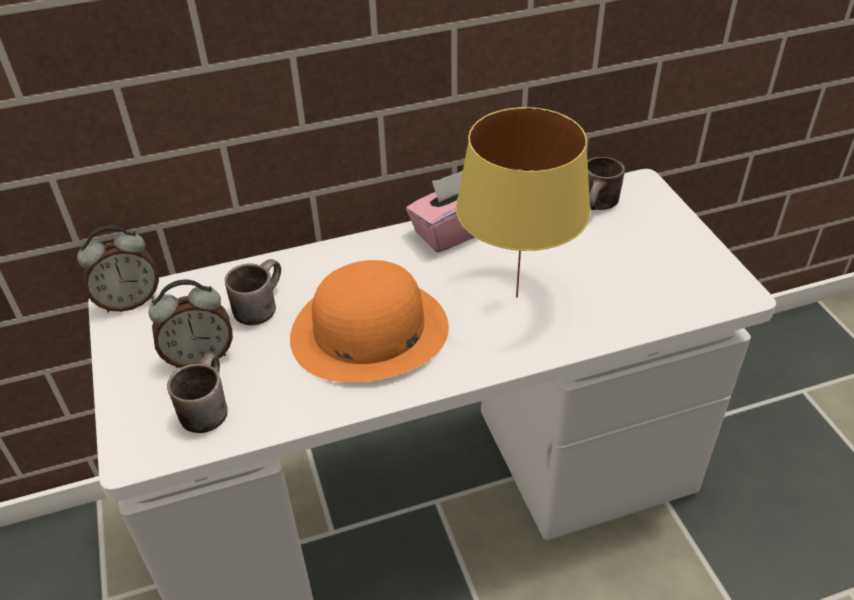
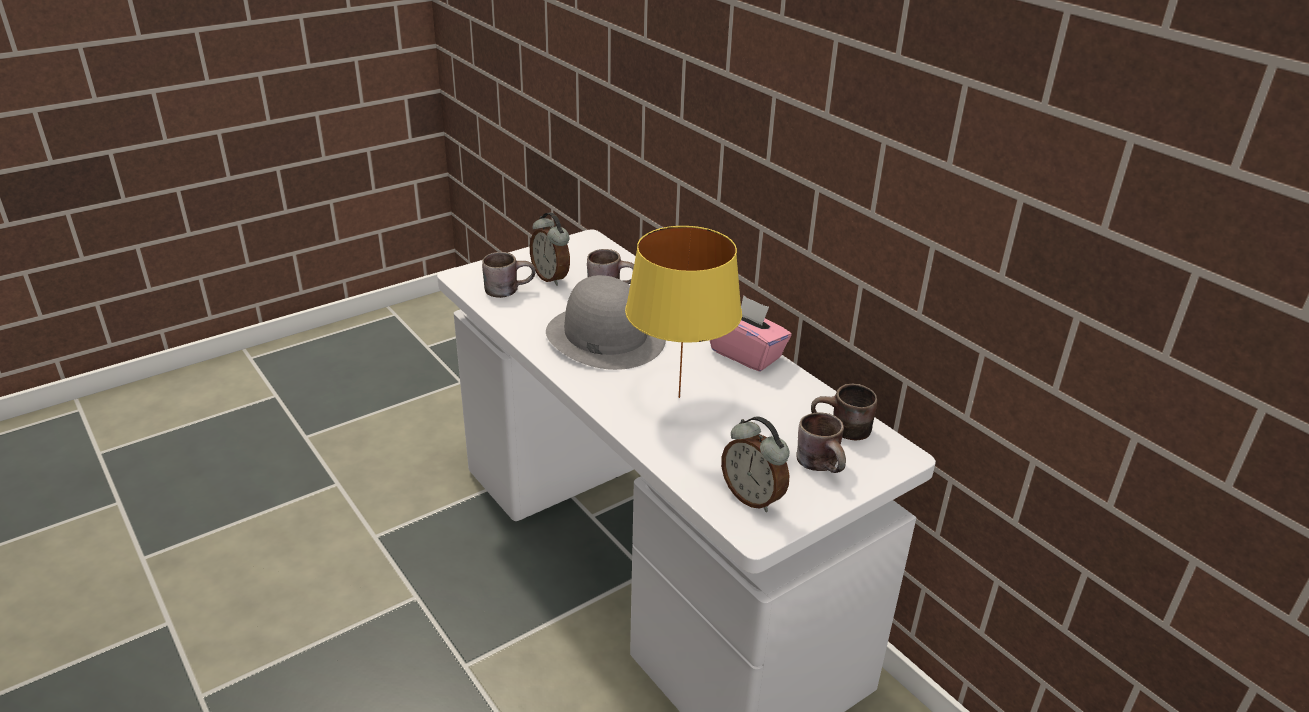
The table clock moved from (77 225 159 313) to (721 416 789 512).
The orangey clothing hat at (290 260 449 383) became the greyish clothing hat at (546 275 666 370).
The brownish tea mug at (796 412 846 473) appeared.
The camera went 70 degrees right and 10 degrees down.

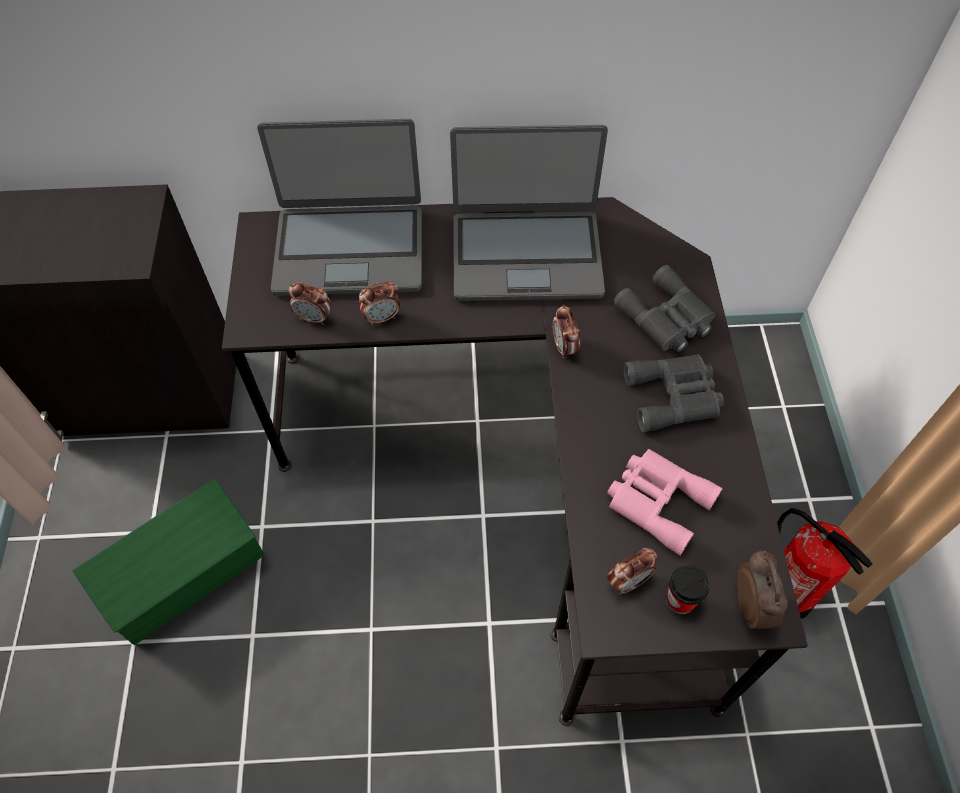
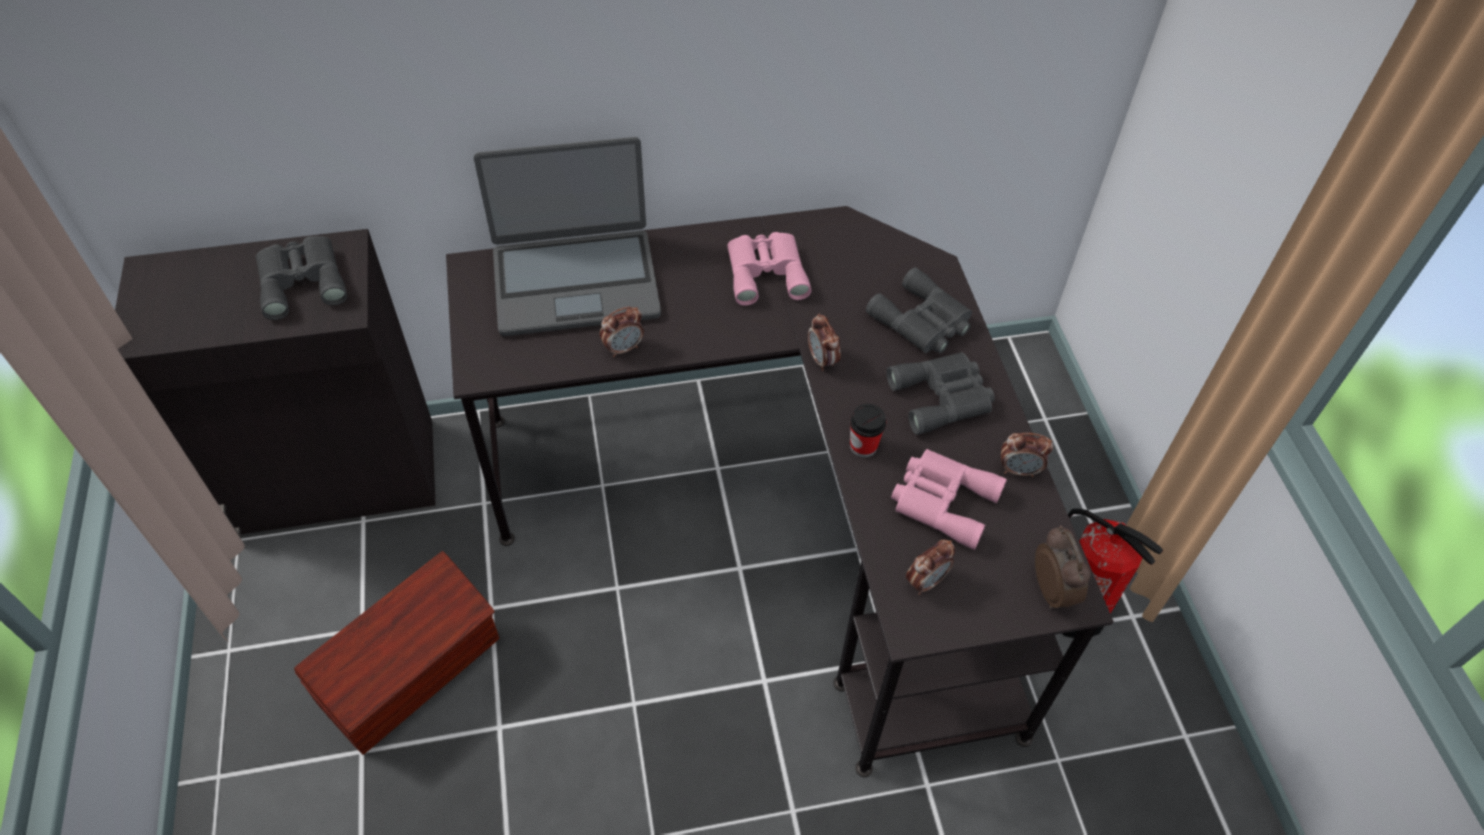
The notebook computer at (450 125 608 301) was replaced by the pink-coloured pair of binoculars at (727 232 811 306).
The table clock moved from (289 282 331 325) to (1001 433 1053 477).
The green-coloured storage container at (72 479 264 645) became the brownish storage container at (294 551 499 755).
The drinking cup moved from (666 565 709 614) to (850 404 886 458).
The greyish pair of binoculars at (256 236 347 320) appeared.
The camera went 10 degrees left and 5 degrees down.

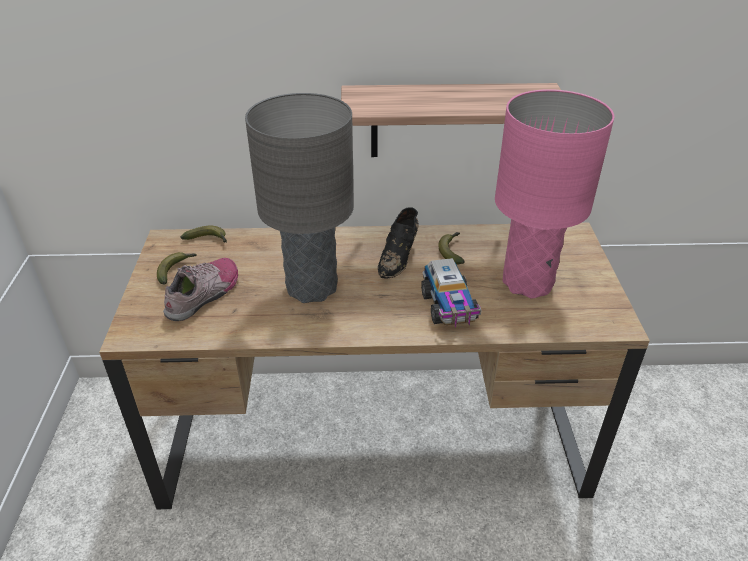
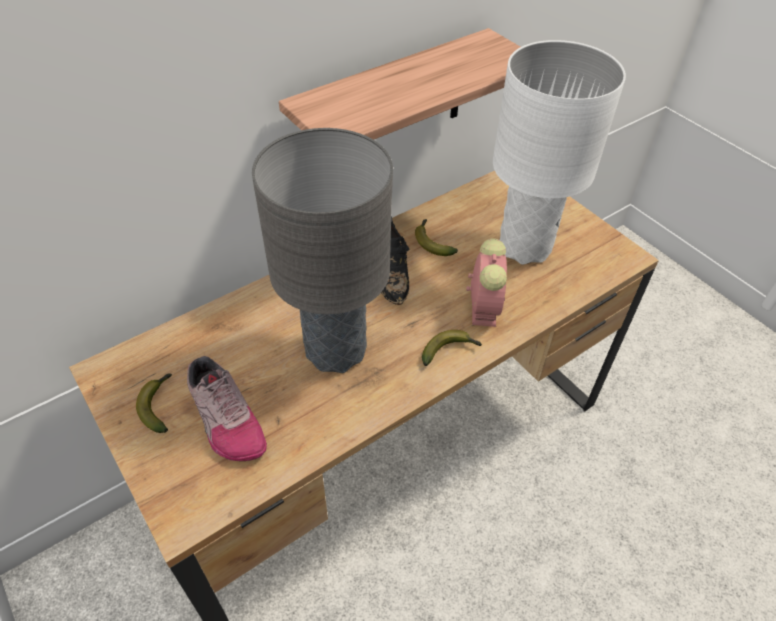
The pink-coloured lamp for a table at (495 89 614 299) became the whitish lamp for a table at (493 40 626 265).
The banana moved from (181 226 227 242) to (422 330 482 366).
The low shoe at (163 258 238 321) turned 150 degrees clockwise.
The toy truck at (421 258 482 327) was replaced by the table clock at (466 238 507 327).
The camera went 35 degrees left and 10 degrees up.

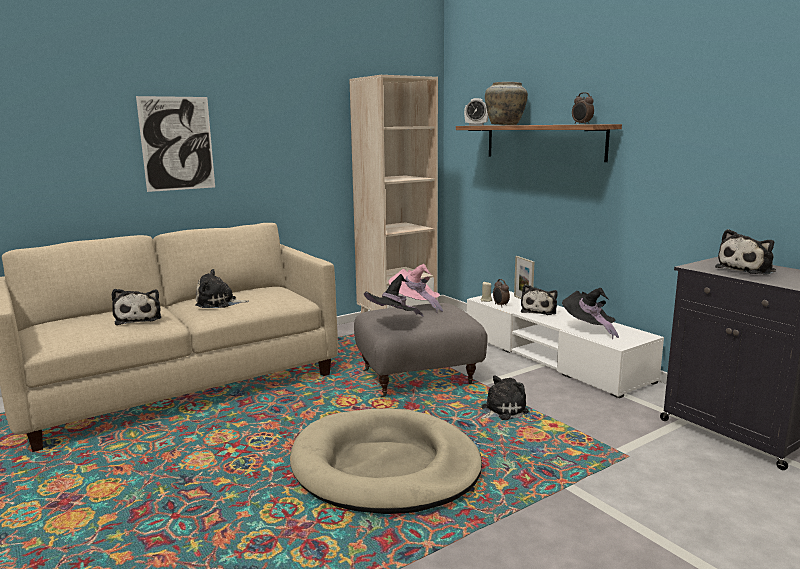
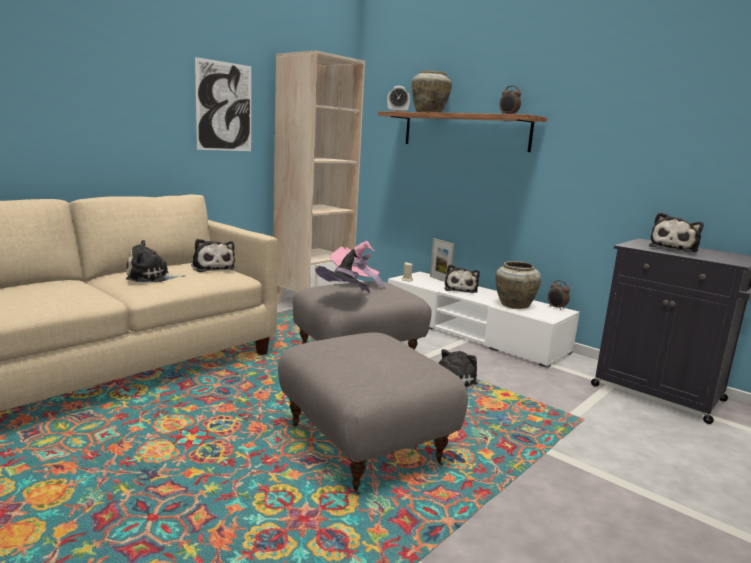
The picture moved from (136 96 215 192) to (195 57 251 151).
The table clock moved from (493 279 510 306) to (548 280 570 310).
The black clothing hat at (562 288 619 339) was replaced by the sand-coloured flower vase at (495 261 541 309).
The plush toy moved from (112 289 161 325) to (191 239 235 272).
The sand-coloured pet bed at (290 408 482 514) was replaced by the greyish pouffe at (278 333 468 495).
The camera went 15 degrees left and 0 degrees up.

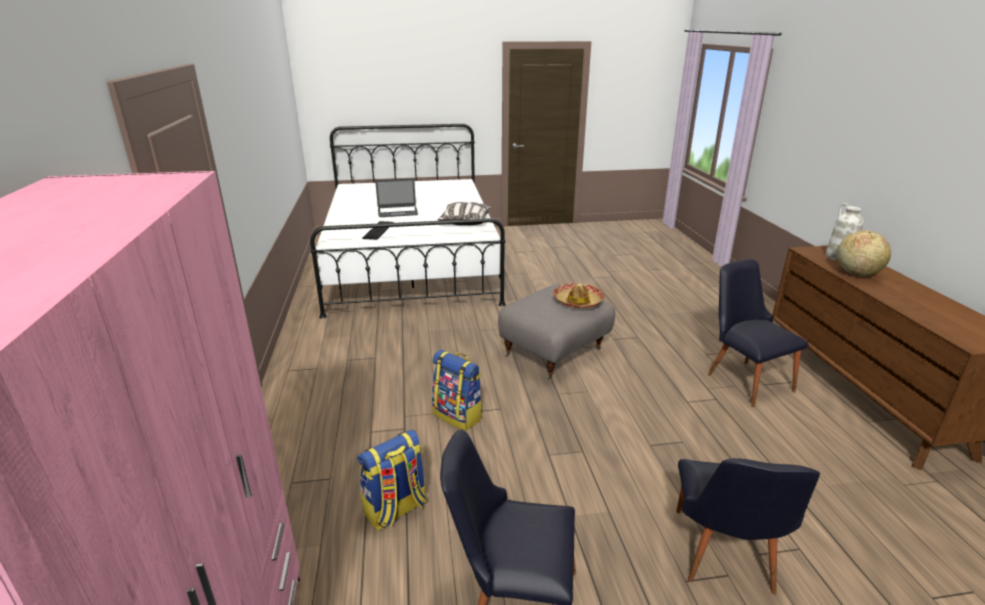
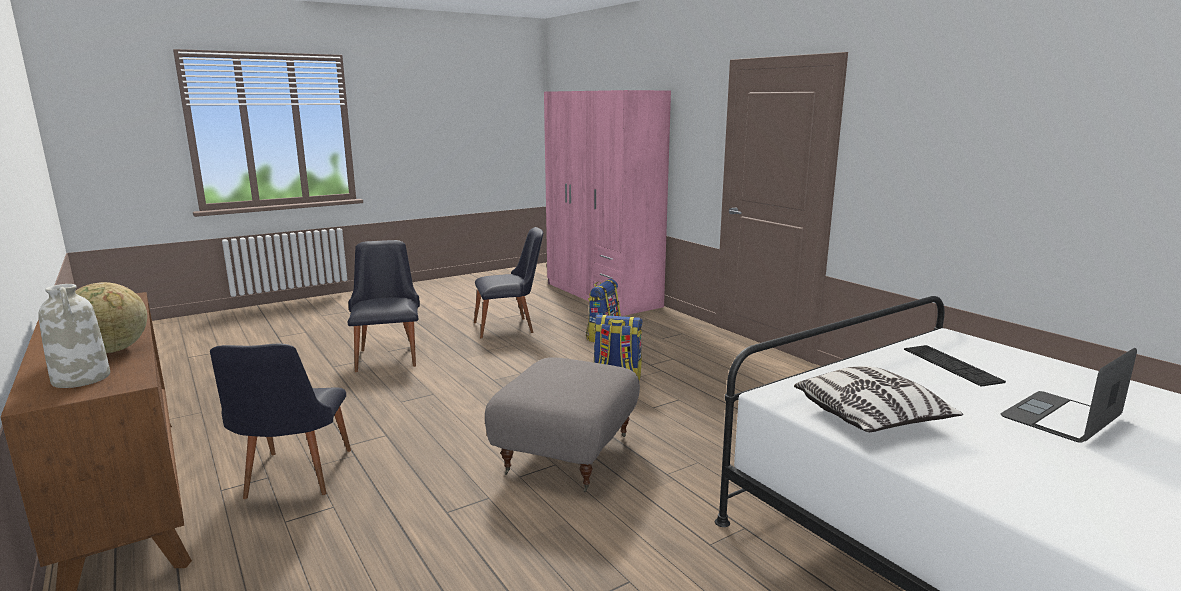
The black chair at (708 259 808 407) turned 45 degrees clockwise.
The clothing hat at (553 283 605 308) disappeared.
The camera went 155 degrees right and 10 degrees down.

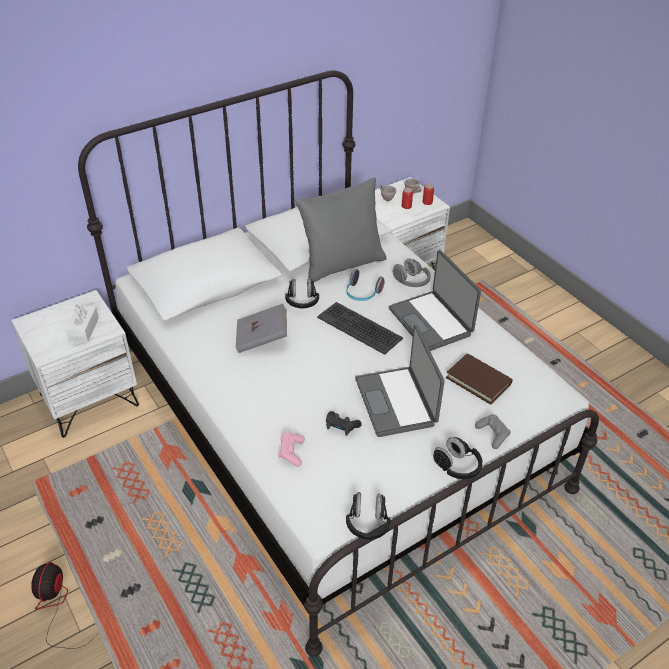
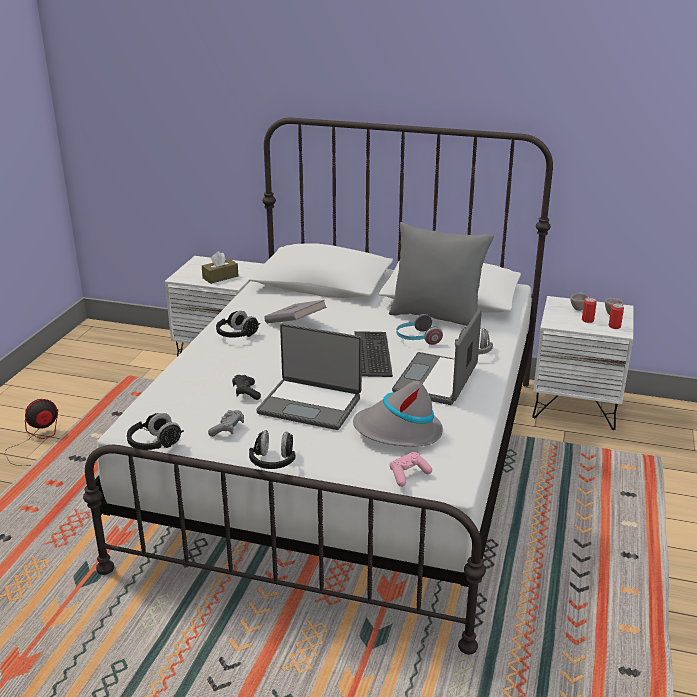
The black headphones moved from (285 279 319 308) to (216 311 261 338).
The whitish box of tissues at (66 304 99 342) became the brownish box of tissues at (202 251 238 284).
The notebook computer at (355 325 444 437) turned 105 degrees counterclockwise.
The brownish volume at (446 353 513 405) was replaced by the greyish clothing hat at (353 381 443 447).
The greyish game controller moved from (475 414 511 449) to (208 410 244 437).
The pink-coloured game controller moved from (278 433 305 467) to (390 452 432 487).
The camera went 50 degrees right and 15 degrees down.

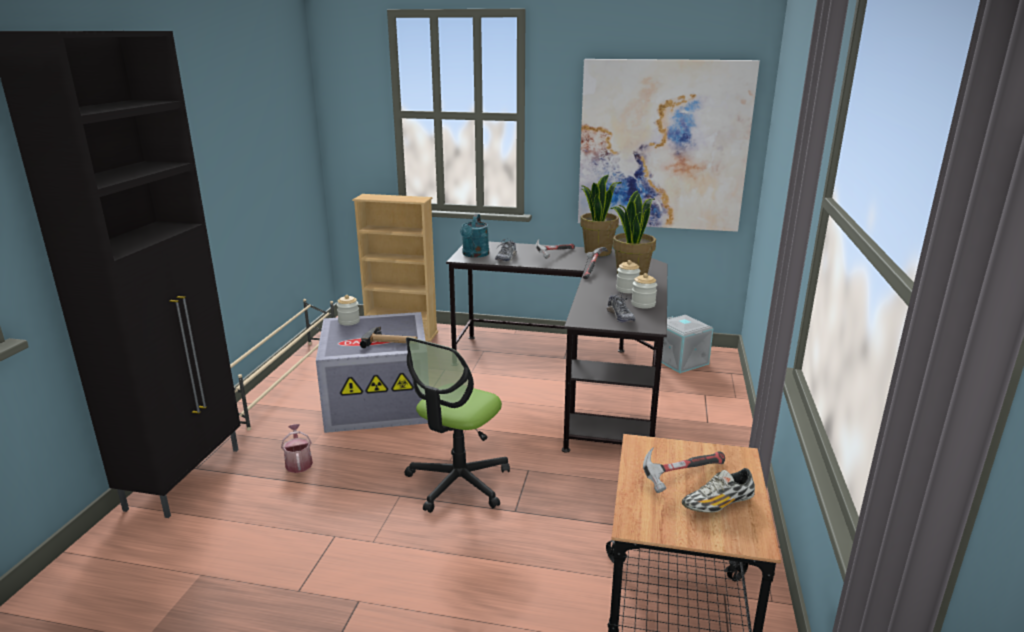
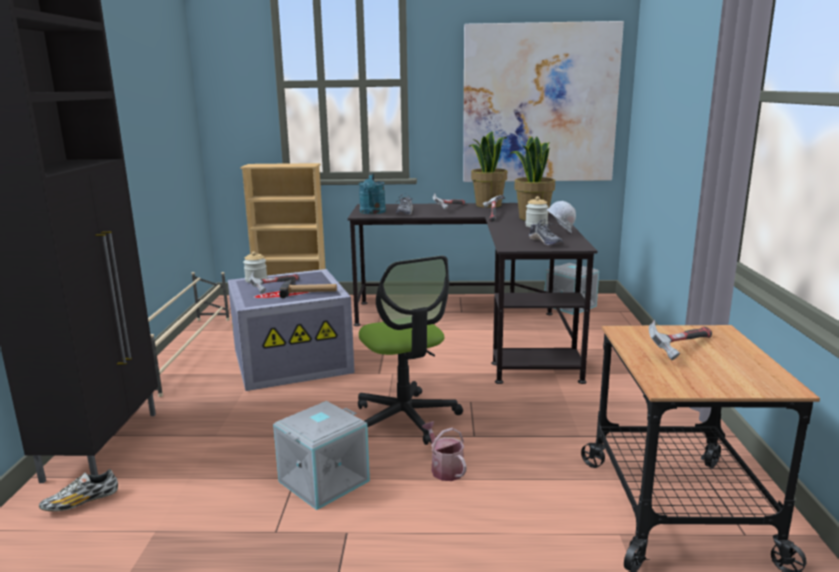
The storage jar at (631 273 657 309) was replaced by the whitish hard hat at (547 201 576 233).
The computer chair at (404 337 510 513) turned 45 degrees counterclockwise.
The watering pot moved from (281 424 313 473) to (422 421 467 481).
The low shoe moved from (682 468 755 513) to (39 469 118 511).
The hammer at (249 271 300 293) appeared.
The greyish storage container at (273 401 370 510) appeared.
The camera went 10 degrees left and 5 degrees down.

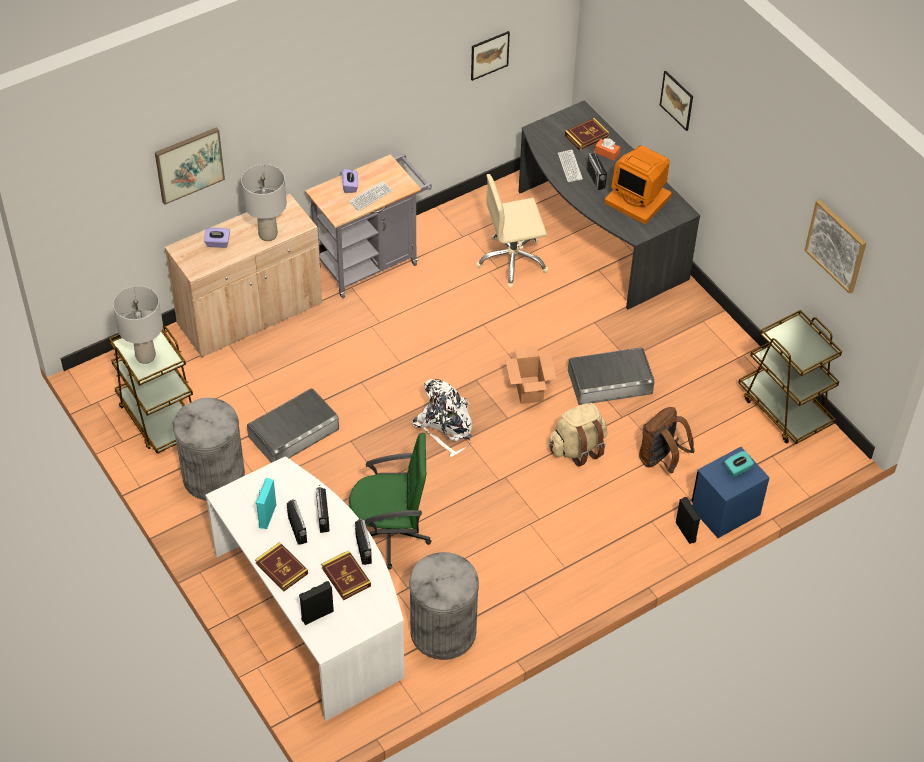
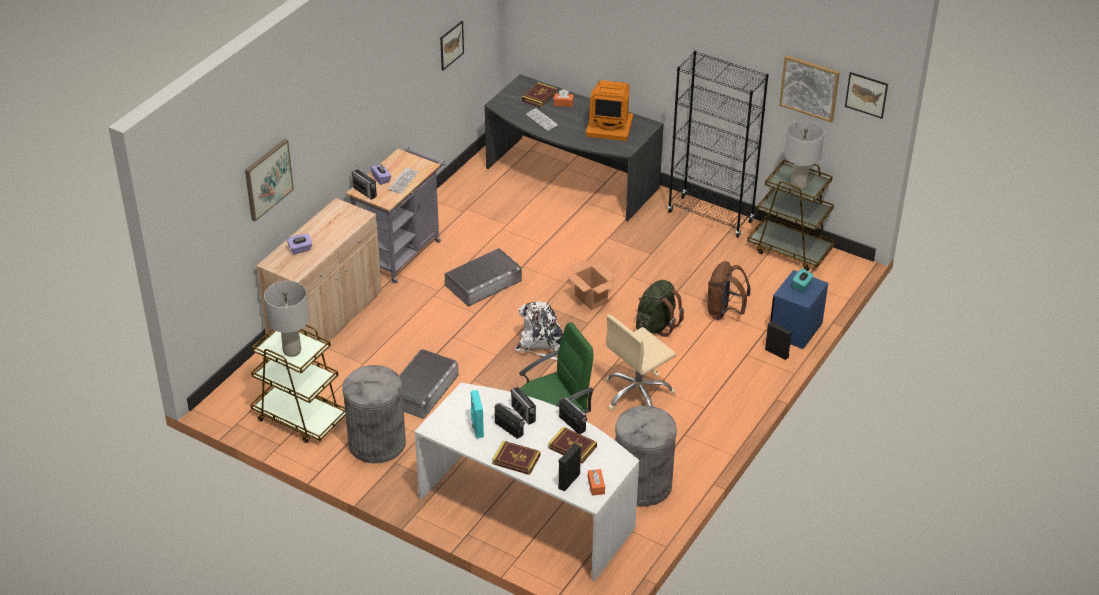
The picture moved from (660 71 693 131) to (845 72 888 119).
The radio moved from (587 149 607 190) to (351 168 377 200).
The greyish lamp for a table moved from (241 164 287 241) to (784 120 824 190).
The sand-coloured computer chair moved from (476 174 549 288) to (605 314 676 411).
The greyish storage container moved from (568 347 654 405) to (445 248 522 306).
The sand-coloured backpack at (549 403 607 467) became the green-coloured backpack at (636 280 684 337).
The black bookshelf at (668 50 769 238) appeared.
The orangey box of tissues at (588 469 605 496) appeared.
The camera went 25 degrees left and 10 degrees down.

